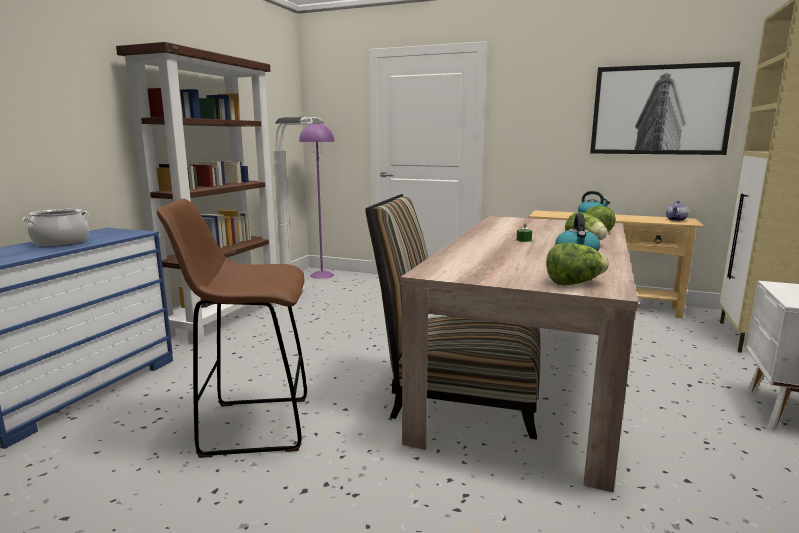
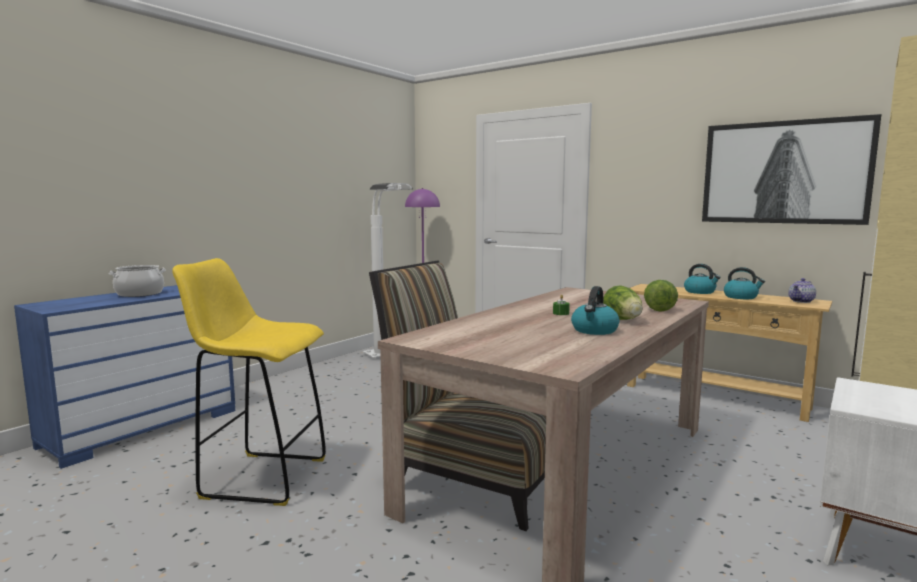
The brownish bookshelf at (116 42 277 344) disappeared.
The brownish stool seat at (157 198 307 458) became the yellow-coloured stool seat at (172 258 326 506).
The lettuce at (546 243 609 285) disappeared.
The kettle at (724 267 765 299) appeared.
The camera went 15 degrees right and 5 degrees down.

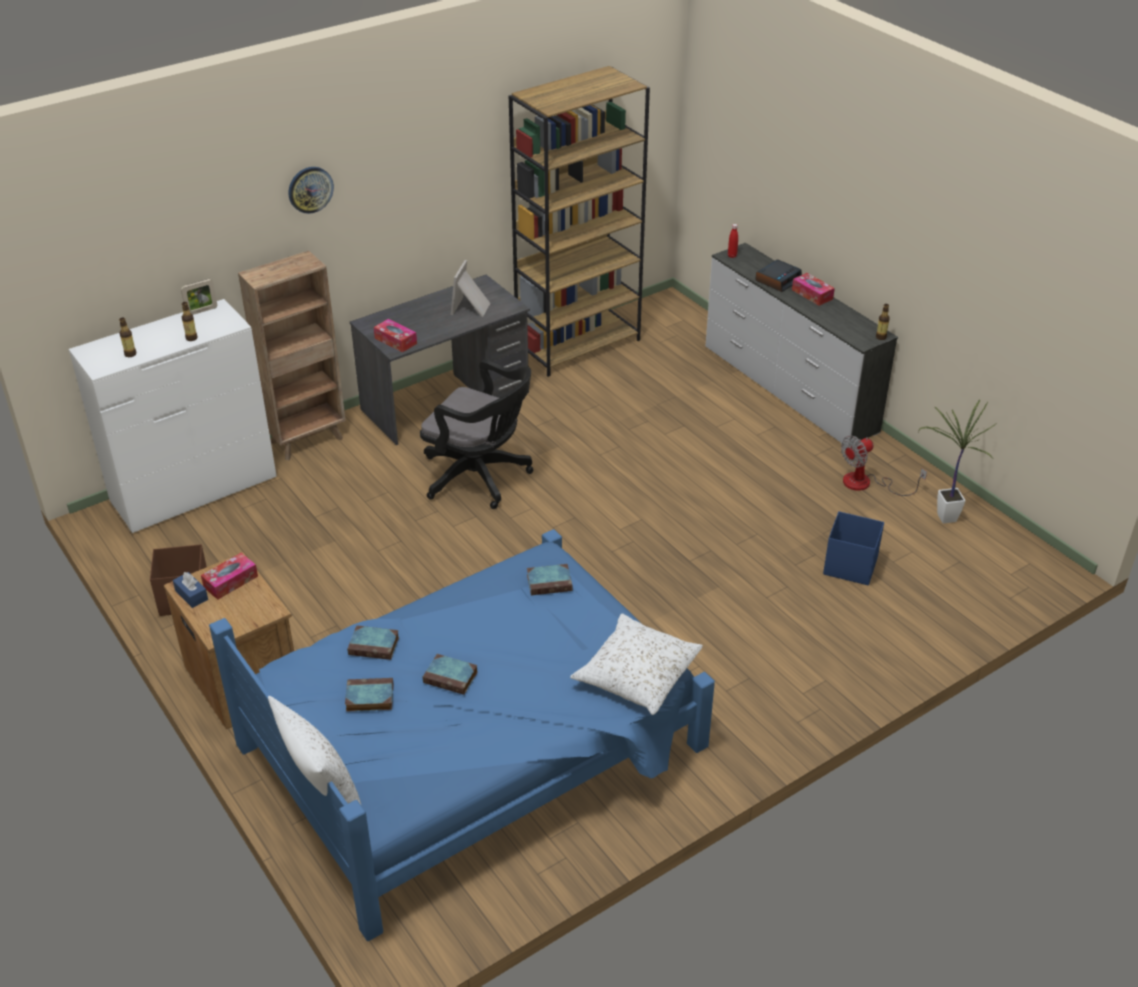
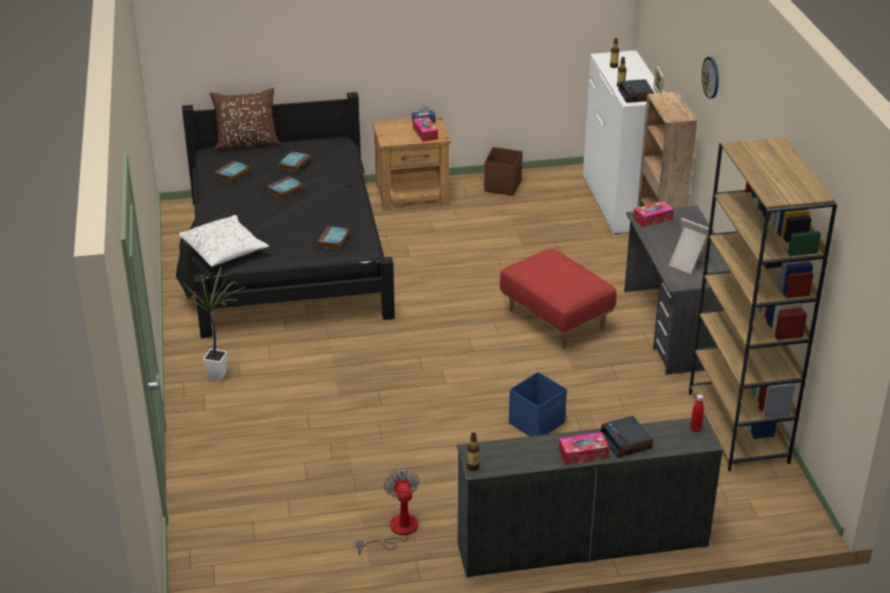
The black computer chair at (420 359 533 509) was replaced by the reddish pouffe at (500 249 617 349).
The plant in a pot moved from (918 399 997 524) to (170 266 246 381).
The bluish storage container moved from (823 511 884 585) to (509 372 567 436).
The bluish bed at (209 529 715 941) became the black bed at (176 92 395 338).
The volume moved from (347 625 399 660) to (215 160 250 183).
The whitish throw pillow at (268 696 362 806) became the brownish throw pillow at (210 88 280 150).
The table clock at (618 79 654 103) appeared.
The camera went 115 degrees right and 5 degrees down.

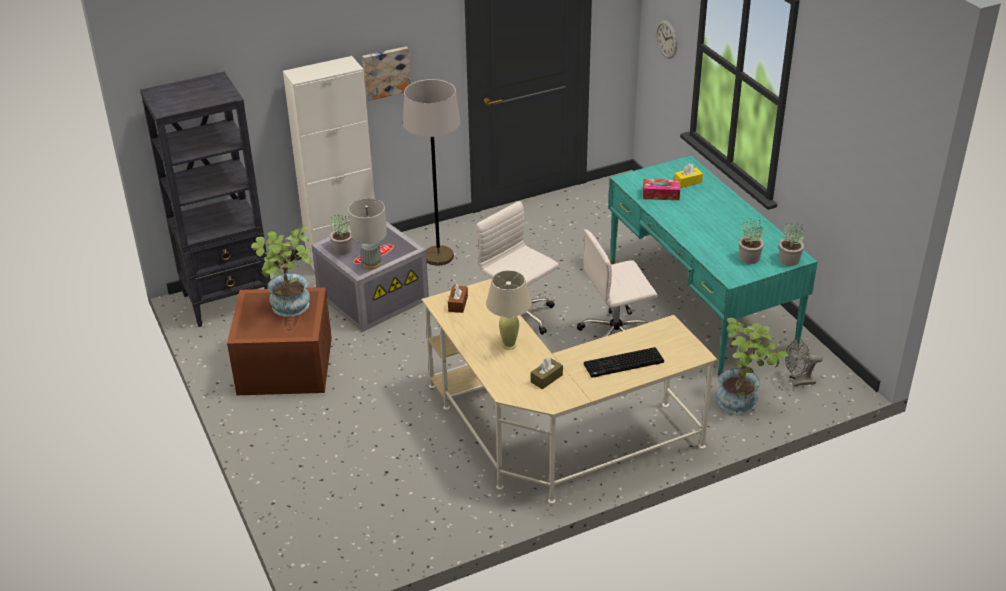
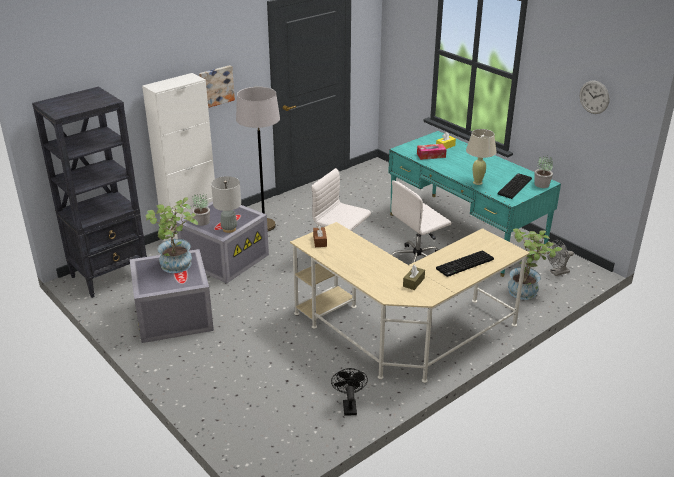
The clock on the wall moved from (656 20 677 59) to (580 80 610 114).
The plant in a pot at (739 218 764 264) was replaced by the computer keyboard at (498 173 532 199).
The sand-coloured lamp for a table moved from (486 270 532 350) to (466 129 497 185).
The brownish storage container at (227 287 332 395) became the greyish storage container at (130 249 214 343).
The black cooling fan at (331 368 368 416) appeared.
The camera went 15 degrees left and 5 degrees down.

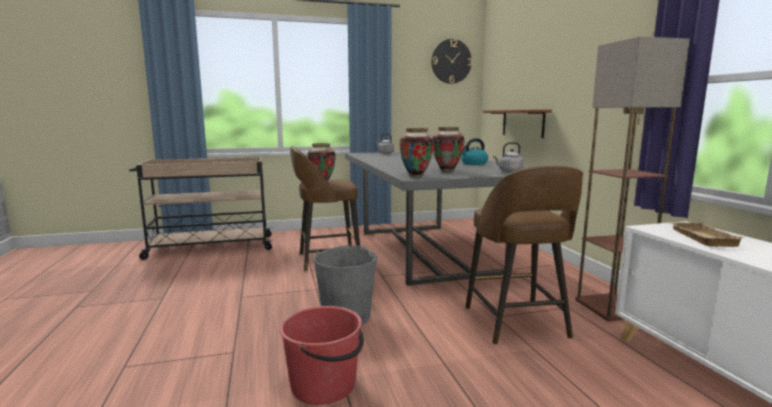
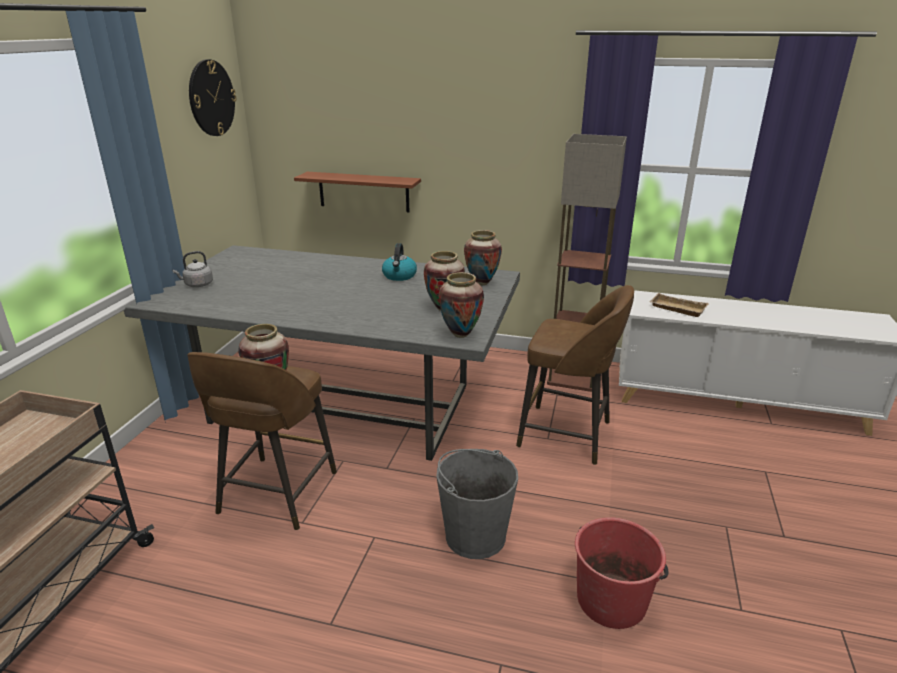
The greyish kettle at (493 142 524 172) was replaced by the flower vase at (464 230 502 285).
The camera went 60 degrees left and 15 degrees up.

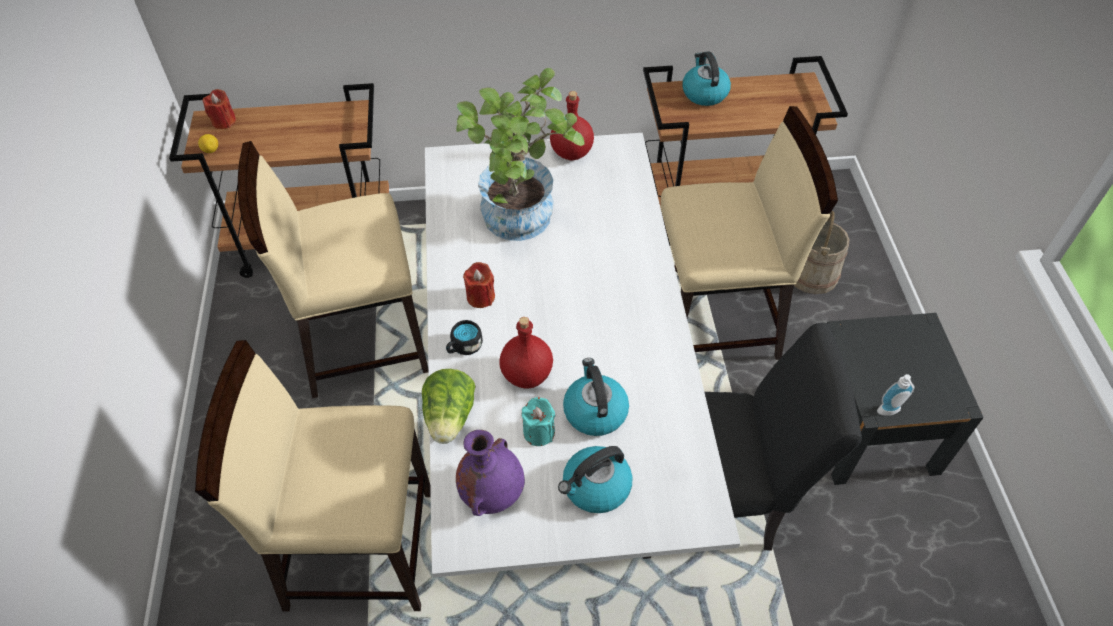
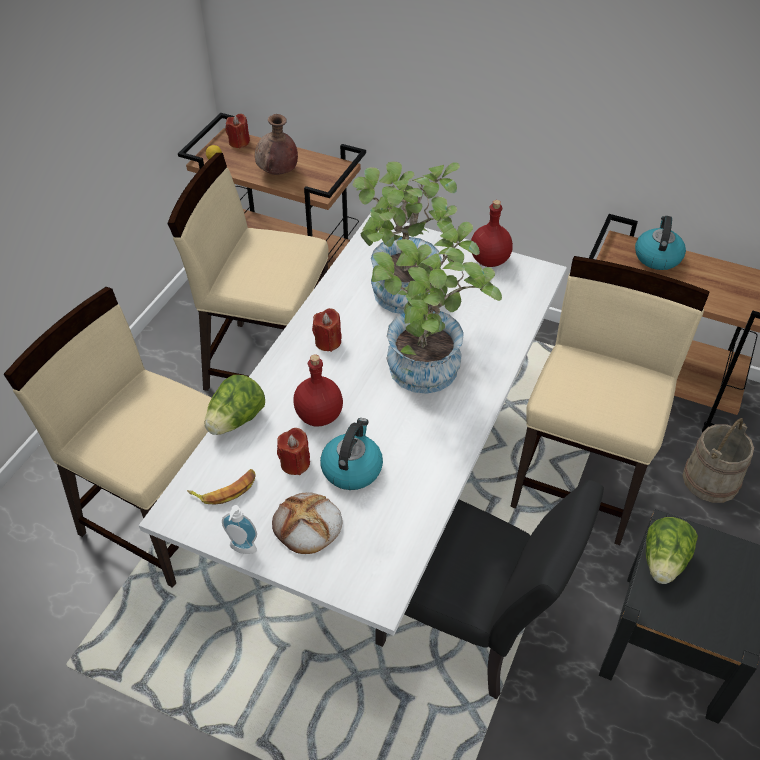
The sand-coloured chair at (660 106 838 360) turned 90 degrees counterclockwise.
The black tea mug at (446 320 483 355) disappeared.
The soap bottle moved from (877 374 915 416) to (222 505 257 554).
The turquoise-coloured wax candle at (521 397 555 446) became the reddish wax candle at (277 428 310 475).
The purplish flower vase at (456 430 525 516) was replaced by the banana at (187 469 256 504).
The kettle at (558 446 633 513) was replaced by the bread at (272 492 342 554).
The brownish flower vase at (255 114 298 175) appeared.
The plant in a pot at (372 221 502 394) appeared.
The lettuce at (646 517 698 584) appeared.
The camera went 30 degrees right and 5 degrees down.

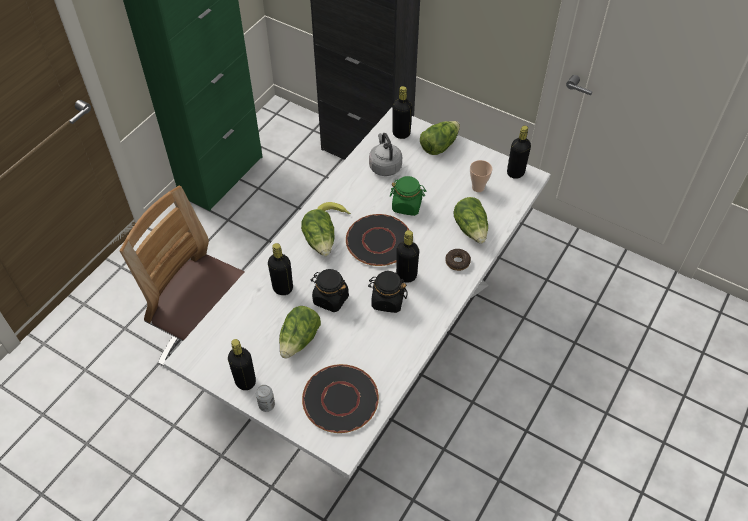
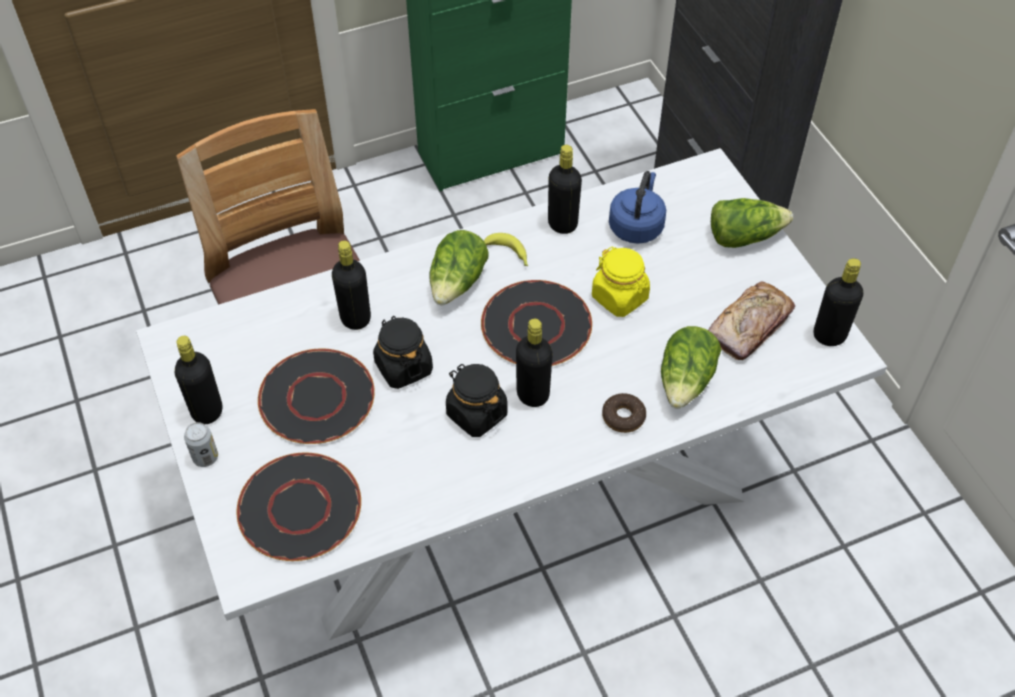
The black bottle moved from (392 86 412 139) to (548 145 582 234).
The greyish kettle at (369 133 402 176) became the bluish kettle at (609 171 666 244).
The drinking cup at (470 160 492 192) was replaced by the bread at (708 282 795 360).
The green-coloured storage jar at (390 176 426 216) became the yellow-coloured storage jar at (592 246 650 317).
The lettuce at (279 306 321 359) was replaced by the black flat dish at (258 349 375 444).
The camera went 35 degrees right and 0 degrees up.

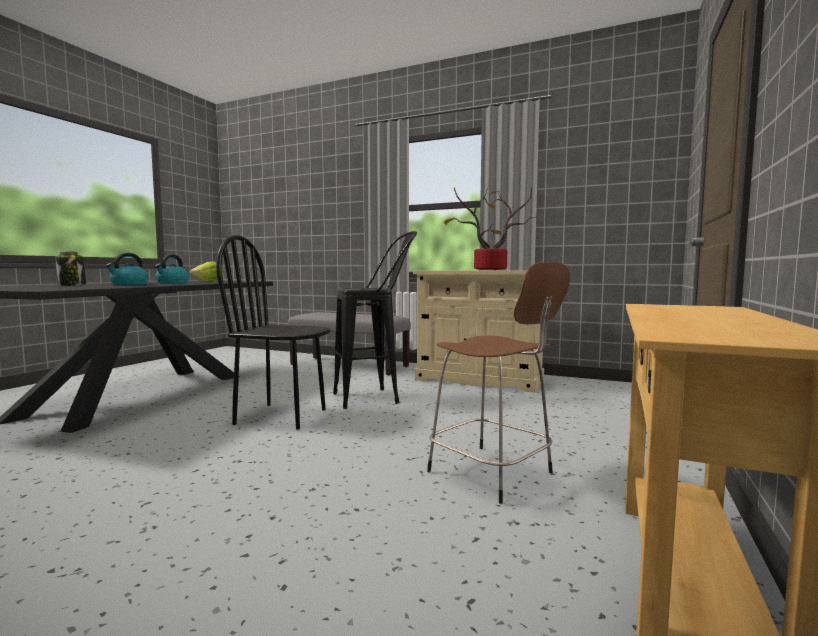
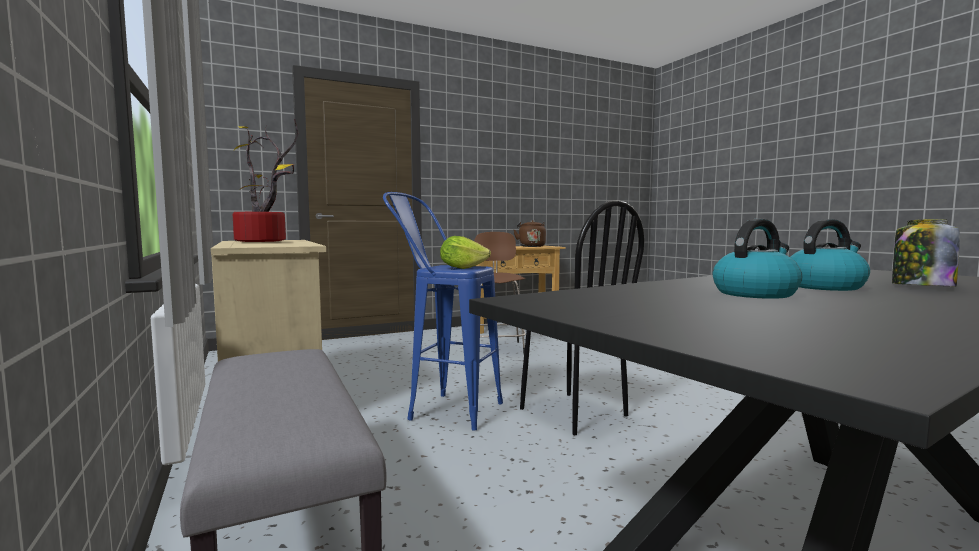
The black stool seat at (333 231 417 409) became the bluish stool seat at (383 192 503 430).
The lettuce moved from (190 262 224 281) to (440 236 491 269).
The brownish kettle at (514 220 546 247) appeared.
The camera went 140 degrees left and 0 degrees up.

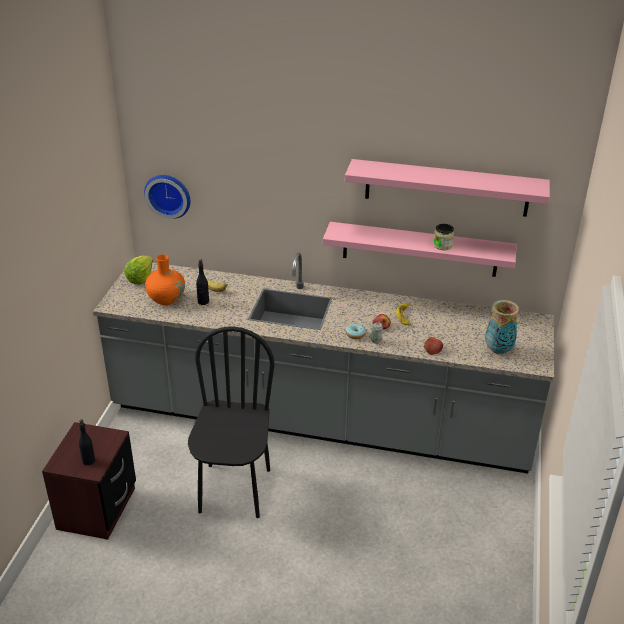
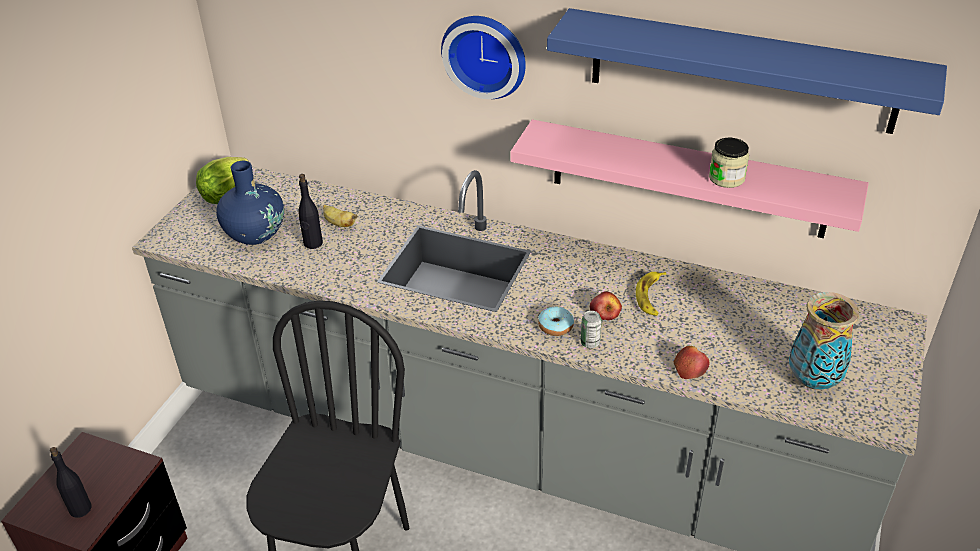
The pink-coloured wall shelf at (345 159 550 217) became the bluish wall shelf at (547 8 947 134).
The clock on the wall moved from (144 175 190 219) to (441 16 526 99).
The orangey flower vase at (145 255 185 305) became the bluish flower vase at (216 161 284 245).
The camera went 10 degrees right and 5 degrees up.

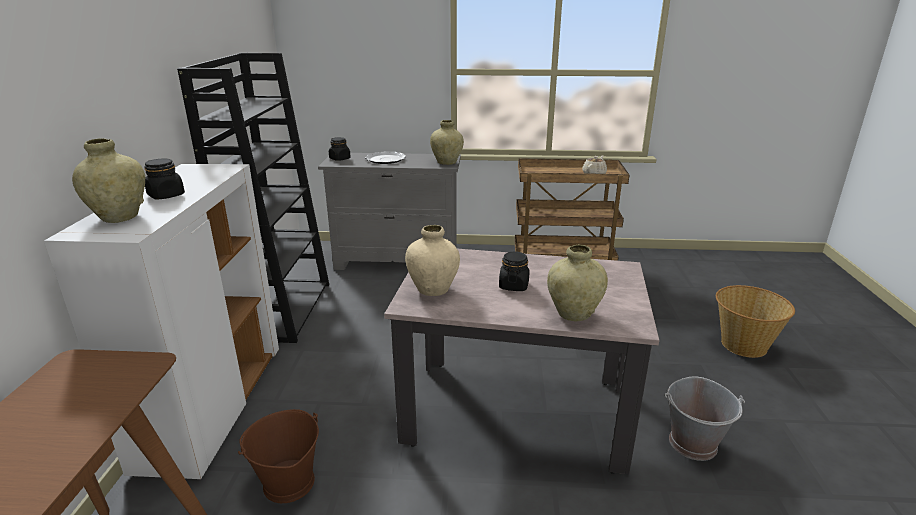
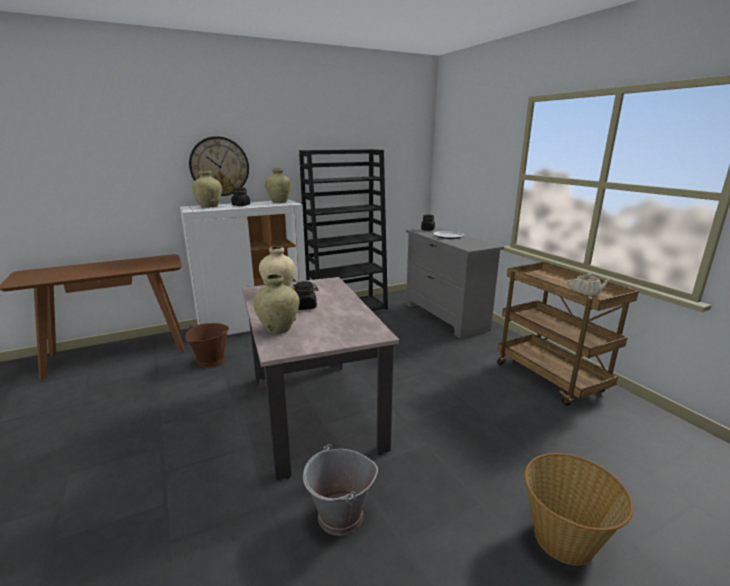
The sand-coloured flower vase moved from (430 120 464 165) to (265 168 292 203).
The clock on the wall at (189 136 249 196) appeared.
The camera went 60 degrees right and 5 degrees down.

